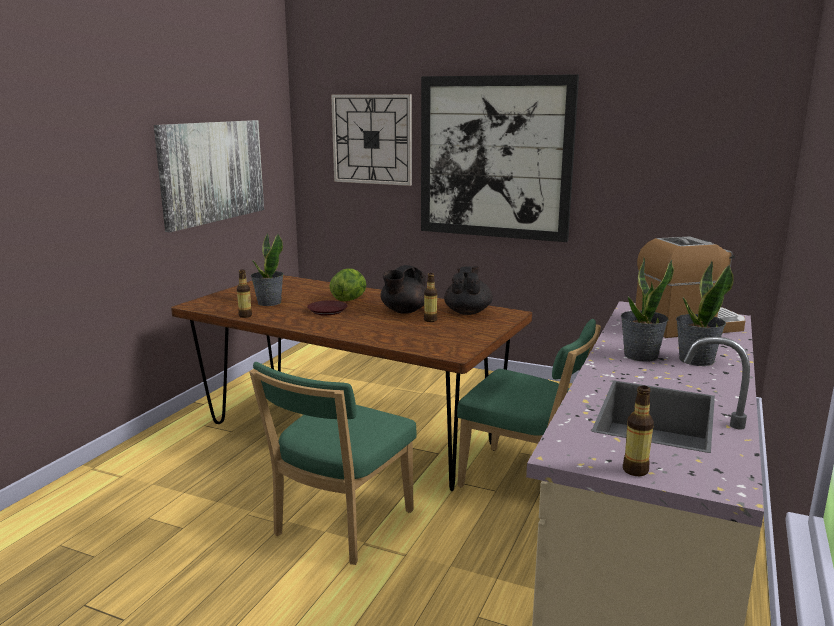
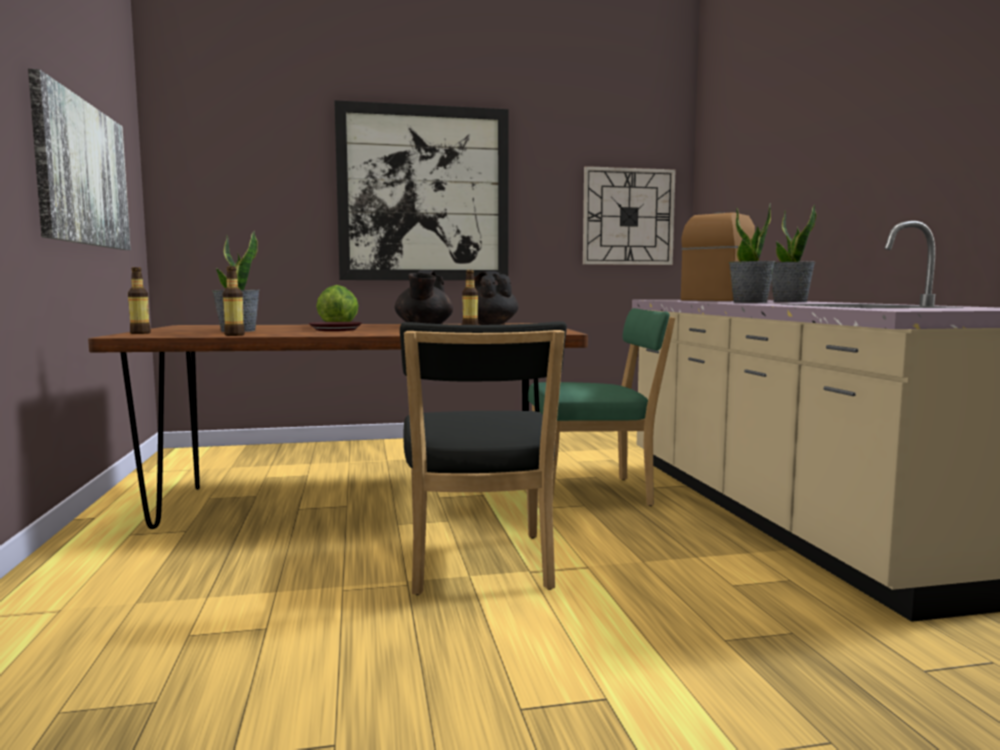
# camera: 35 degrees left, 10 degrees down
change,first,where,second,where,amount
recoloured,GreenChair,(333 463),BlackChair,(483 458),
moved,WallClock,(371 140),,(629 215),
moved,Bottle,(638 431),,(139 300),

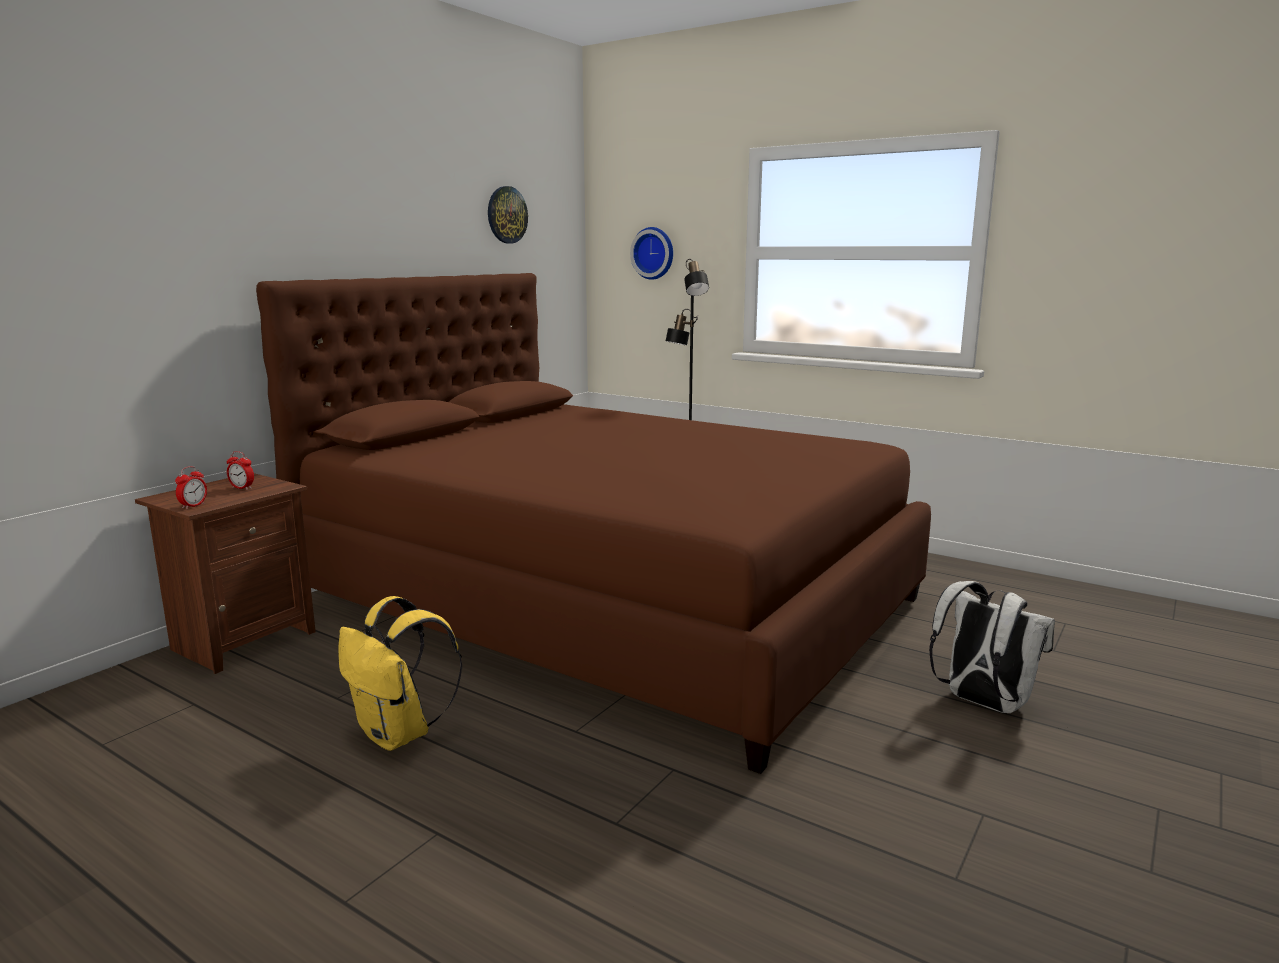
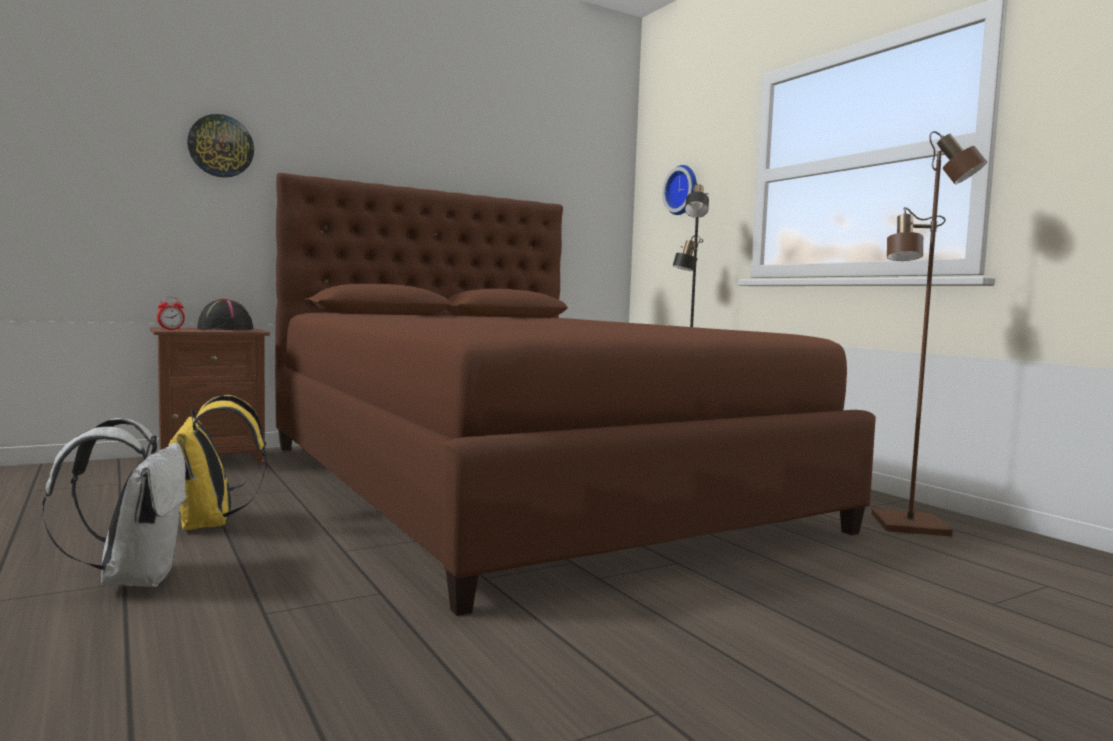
# camera: 25 degrees right, 10 degrees down
change,first,where,second,where,amount
replaced,AlarmClock,(240 470),BlackHat,(225 314),
moved,WallClock,(508 214),,(220 146),
moved,WhiteBackpack,(992 647),,(115 502),
added,,,BrownFloorLamp,(929 334),

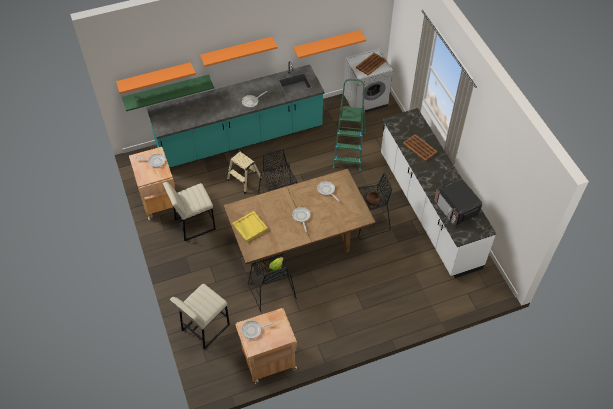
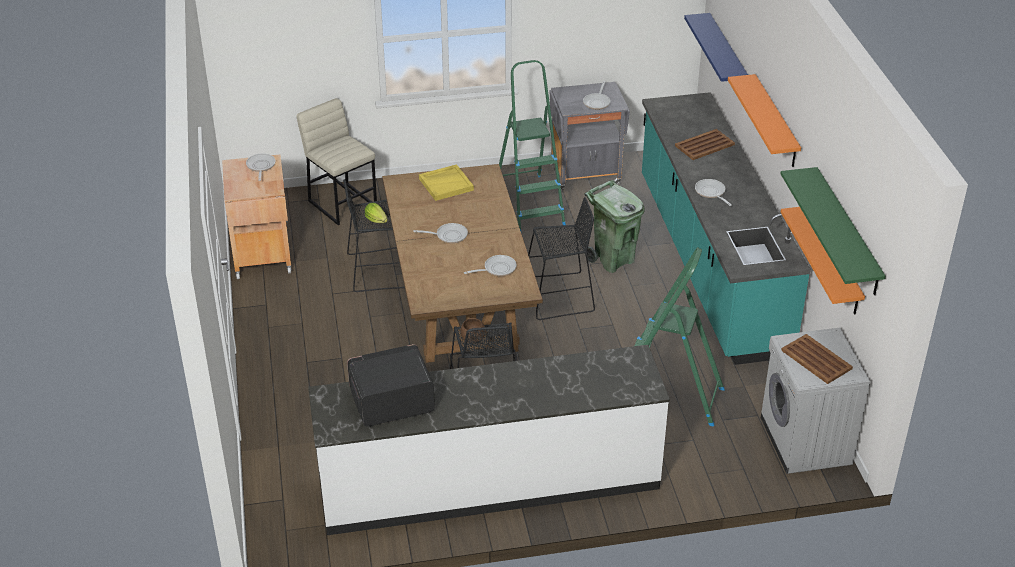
# camera: 100 degrees right, 15 degrees down
change,first,where,second,where,amount
recoloured,OrangeShelf,(156 78),BlueShelf,(716 47),
moved,GreenShelf,(168 92),,(833 231),
recoloured,BrownCart,(152 183),GreyCart,(589 136),
replaced,BeigeChair,(189 211),GreenStepLadder,(532 145),
replaced,BeigeStepLadder,(244 172),GreenTrashCan,(614 226),
moved,BrownTray,(420 148),,(705 144),

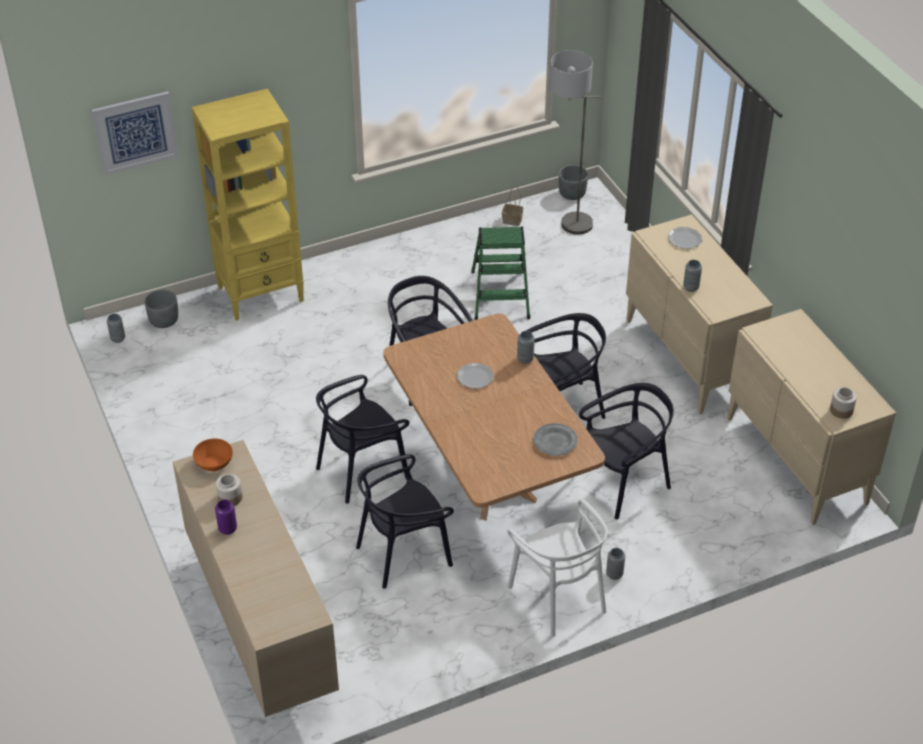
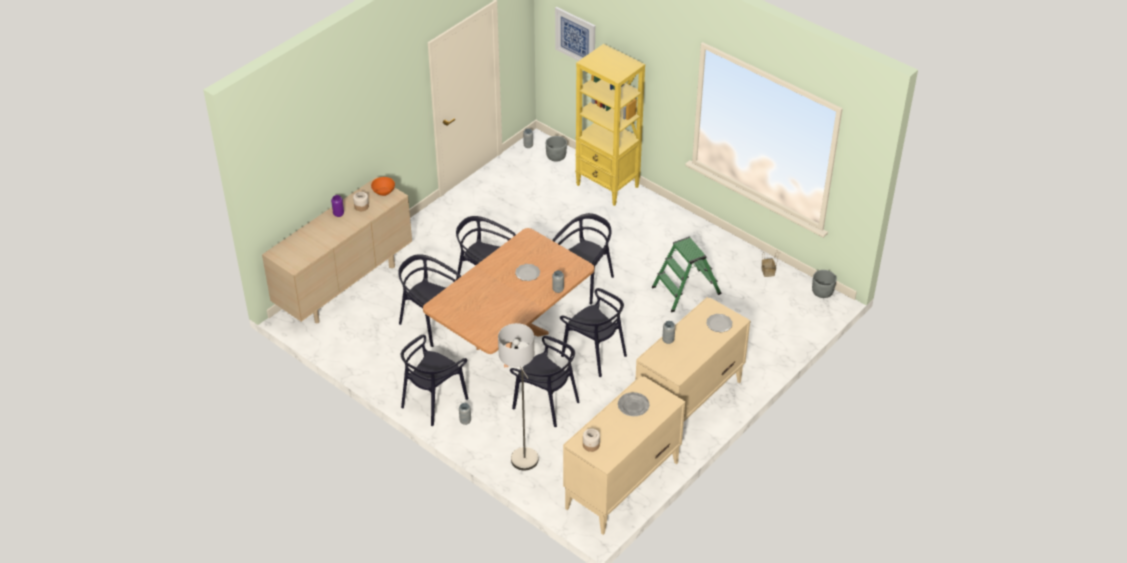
# camera: 65 degrees right, 0 degrees up
change,first,where,second,where,amount
recoloured,WhiteChair,(557 568),BlackChair,(435 380),
moved,GreyPlate,(555 439),,(633 404),
moved,GreyFloorLamp,(575 142),,(518 397),

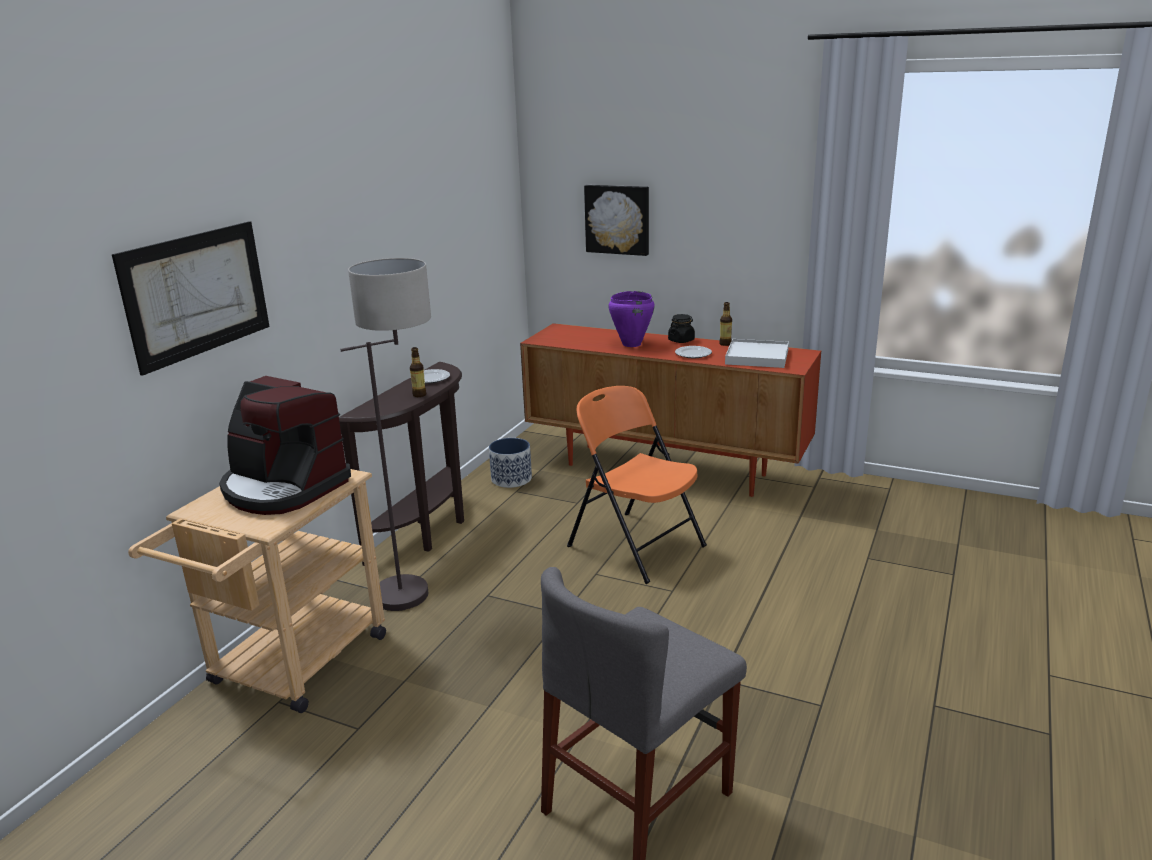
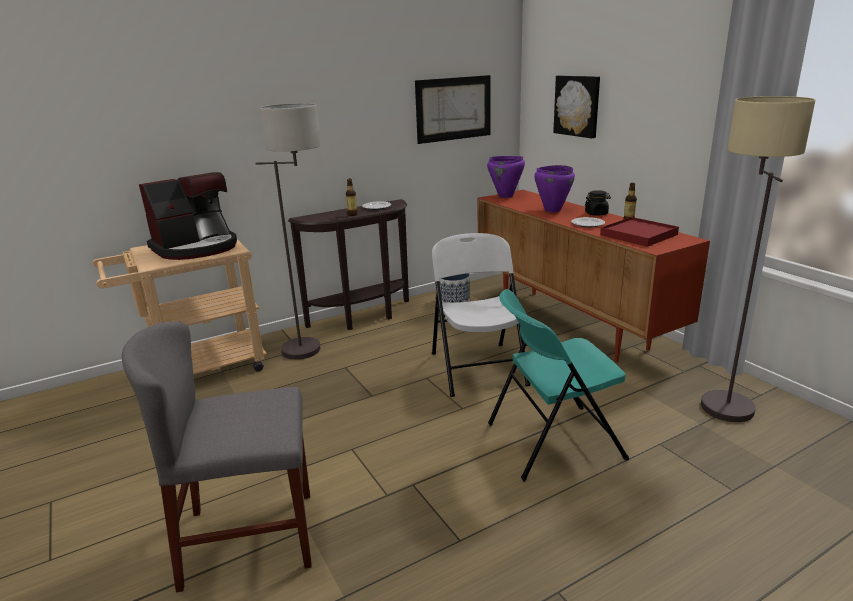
# camera: 35 degrees right, 0 degrees up
change,first,where,second,where,amount
moved,Picture,(191 298),,(453 109),
turned,CoffeeMachine,(285 445),,(188 216),105 degrees counterclockwise
recoloured,OrangeChair,(637 485),WhiteChair,(481 315),
recoloured,WhiteTray,(757 353),RedTray,(639 232),
added,,,PurpleCookingPot,(506 177),
added,,,TurquoiseChair,(558 385),
added,,,BeigeFloorLamp,(758 259),

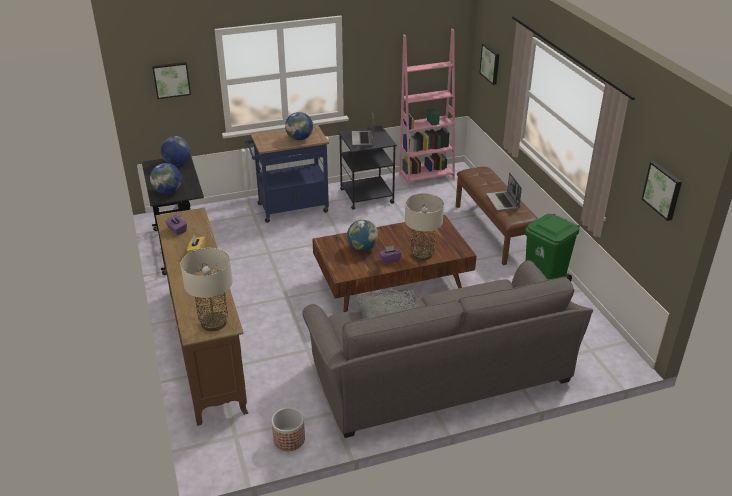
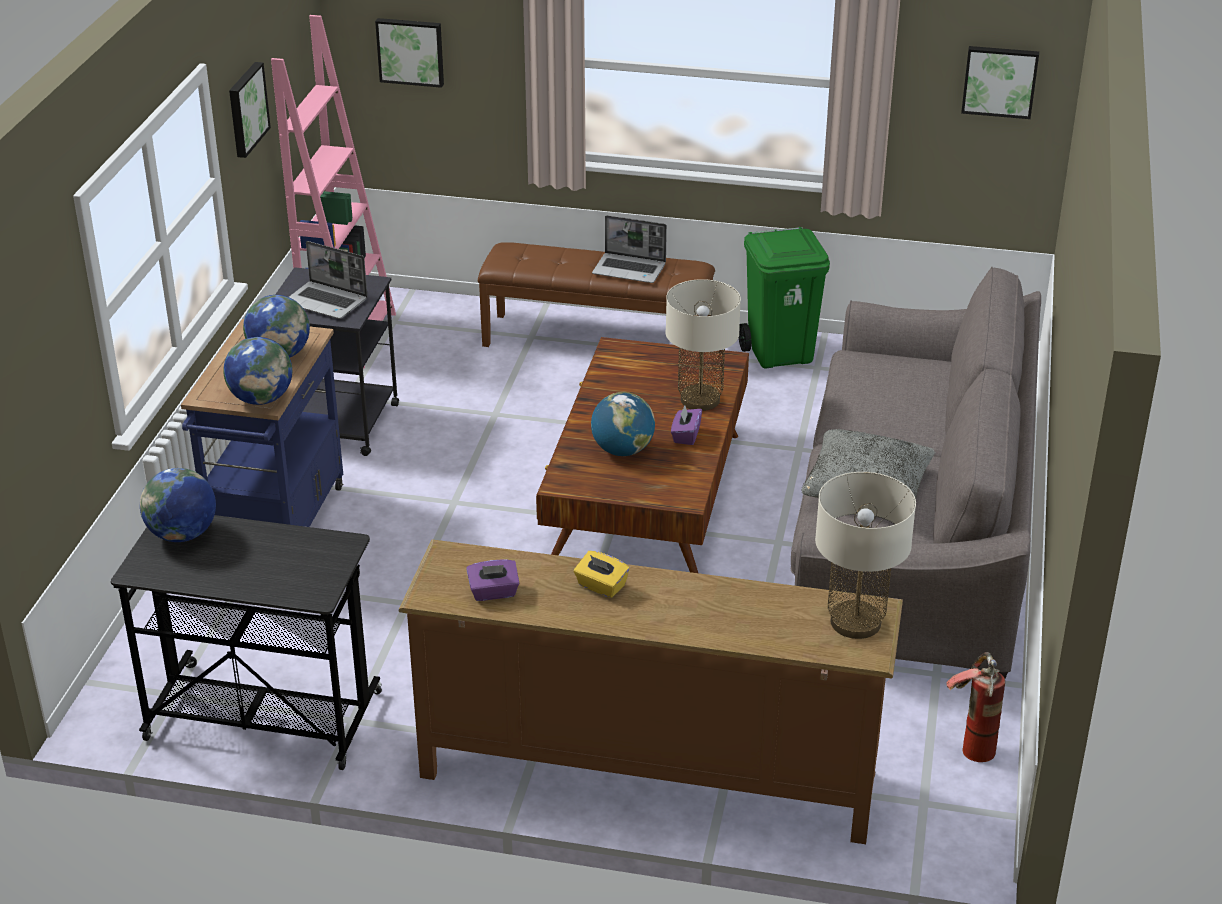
# camera: 60 degrees left, 0 degrees up
change,first,where,second,where,amount
moved,Globe,(166 178),,(257 371),
moved,Picture,(171 80),,(250 110),
replaced,Planter,(288 429),FireExtinguisher,(975 707),

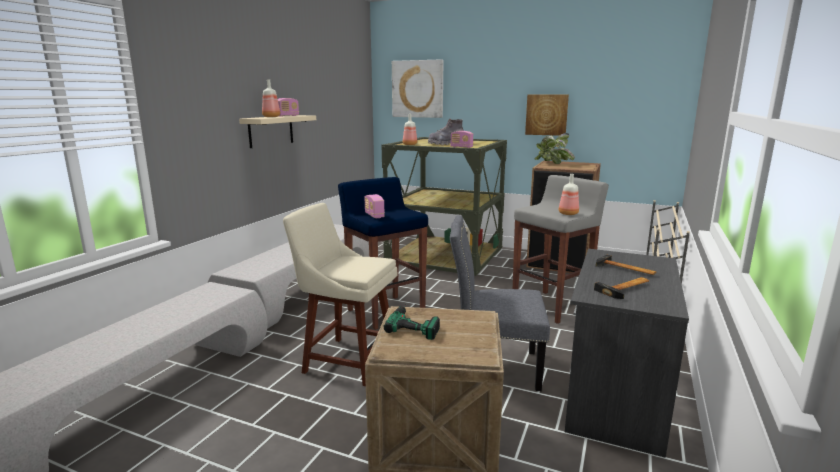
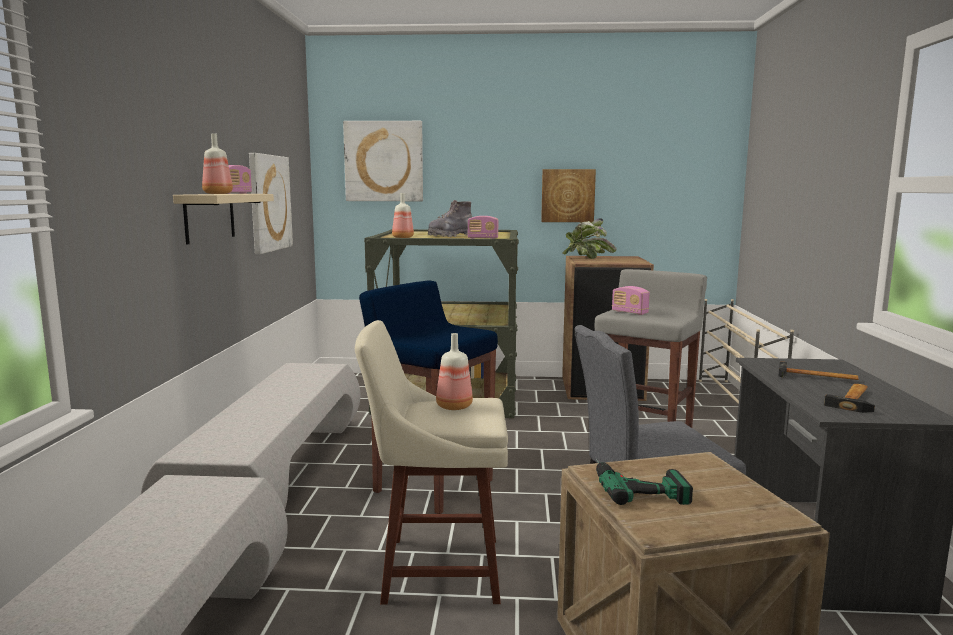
# camera: 20 degrees left, 5 degrees down
change,first,where,second,where,amount
moved,Radio,(375 206),,(631 300),
moved,Bottle,(569 194),,(454 371),
added,,,Picture,(271 203),

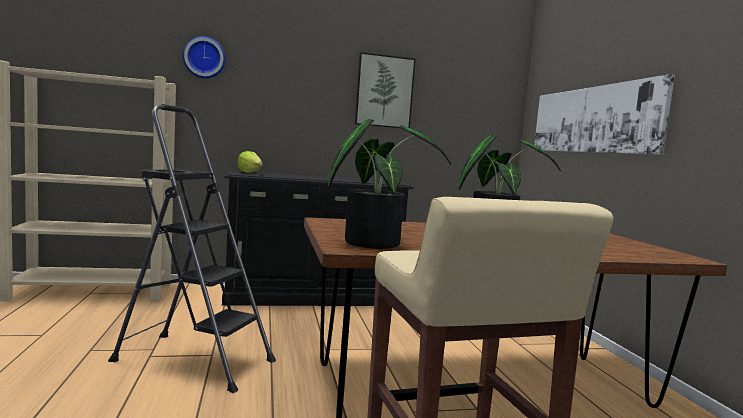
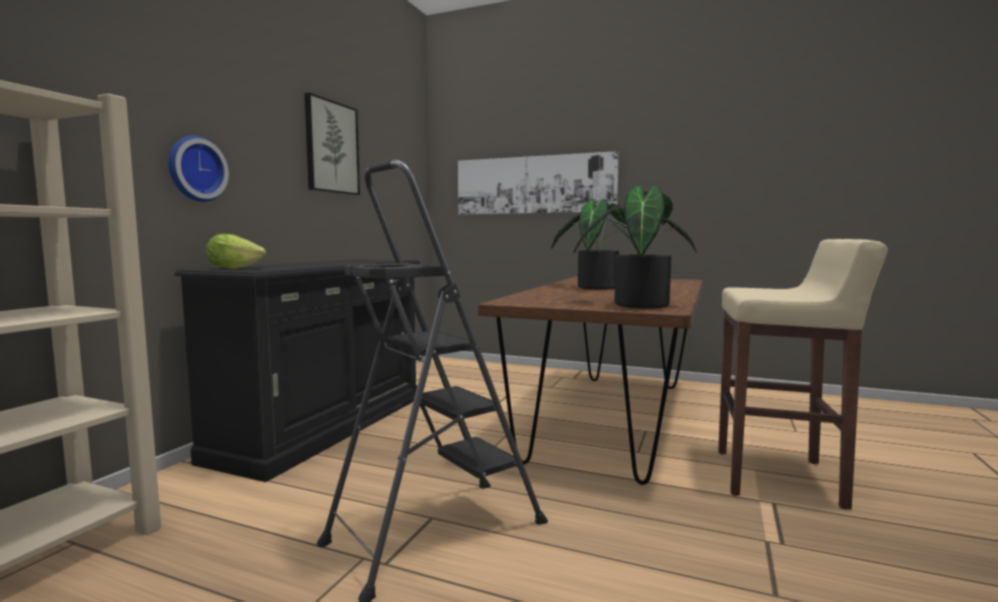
# camera: 55 degrees left, 0 degrees up
change,first,where,second,where,amount
moved,WallClock,(204 57),,(198 169),

